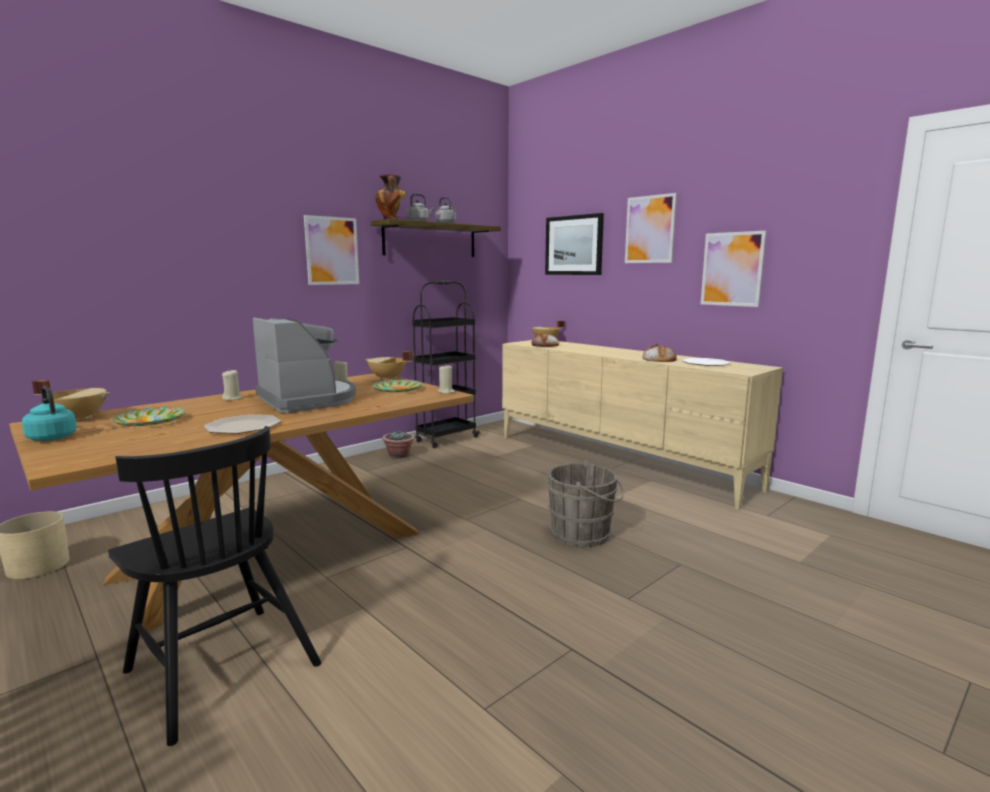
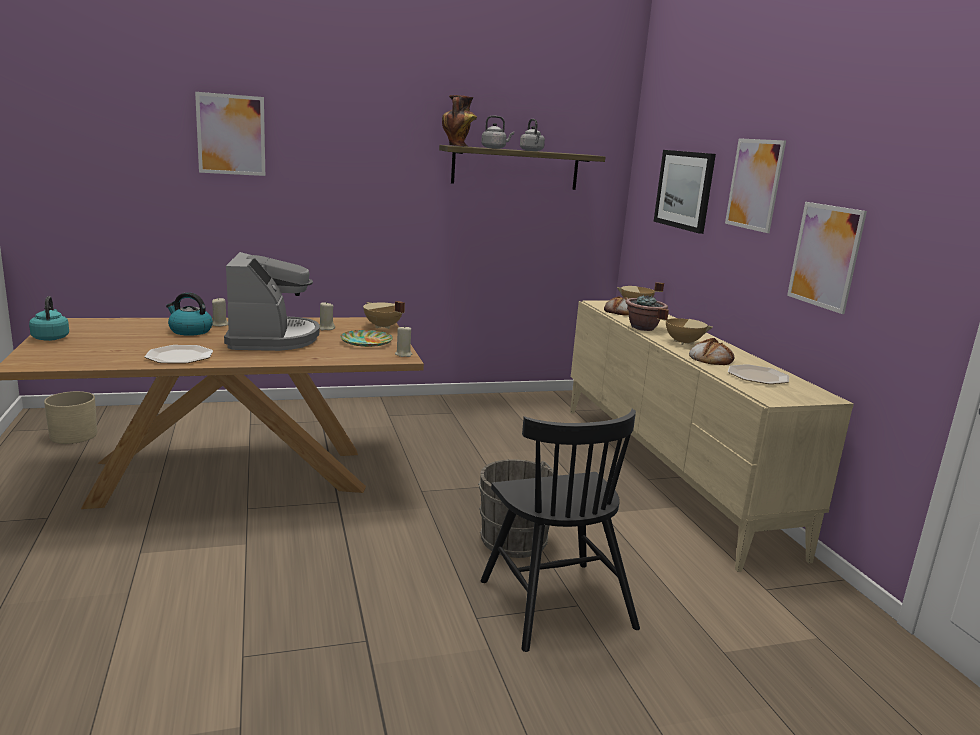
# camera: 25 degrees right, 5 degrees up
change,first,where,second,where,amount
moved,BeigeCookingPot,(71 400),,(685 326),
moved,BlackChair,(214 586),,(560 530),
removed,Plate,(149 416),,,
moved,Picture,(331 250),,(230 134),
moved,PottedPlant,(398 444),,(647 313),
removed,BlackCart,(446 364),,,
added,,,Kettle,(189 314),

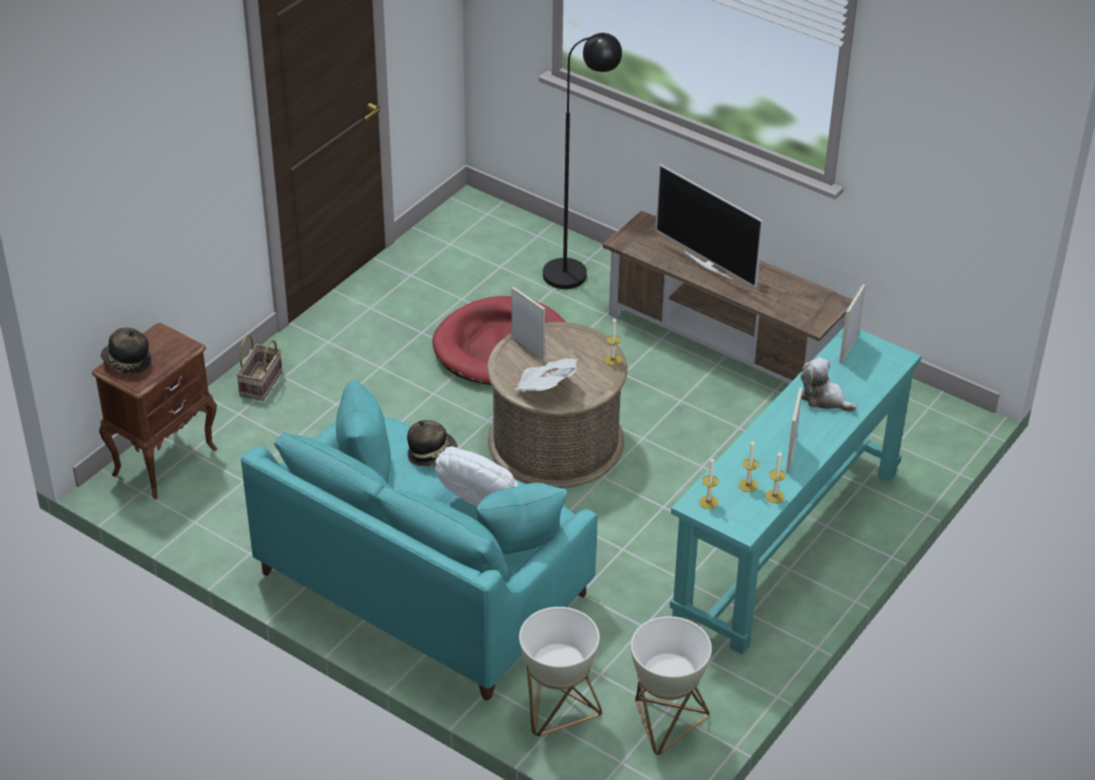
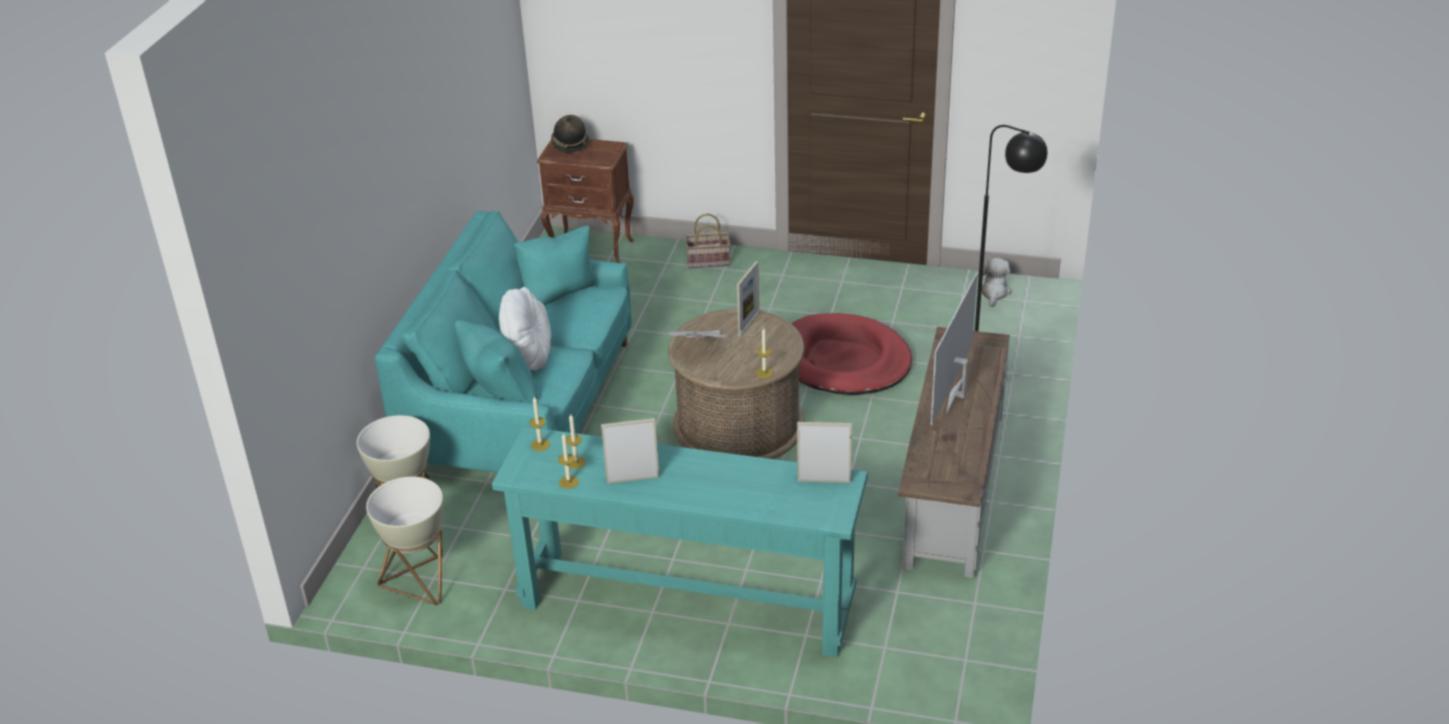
# camera: 70 degrees right, 5 degrees down
change,first,where,second,where,amount
removed,Hat,(432 443),,,
moved,PlushToy,(829 384),,(996 282),

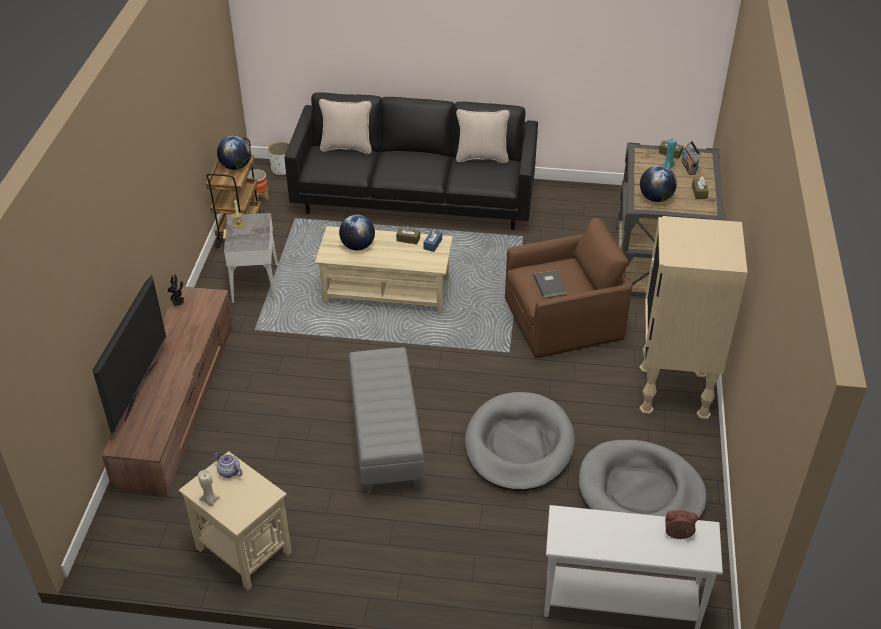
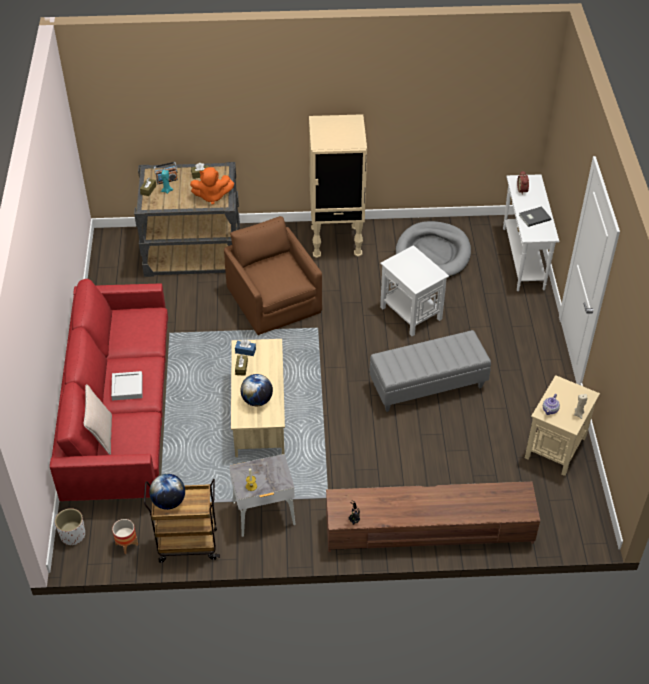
# camera: 100 degrees left, 5 degrees up
change,first,where,second,where,amount
removed,Television,(129 355),,,
recoloured,BlackSofa,(411 161),RedSofa,(109 390),
removed,BeigePillow,(483 136),,,
replaced,GreyDogBed,(520 441),WhiteSideTable,(414 290),
moved,GreyBook,(550 284),,(535 216),
replaced,Globe,(658 183),OrangePlushToy,(212 186),
added,,,GreyTray,(127 385),

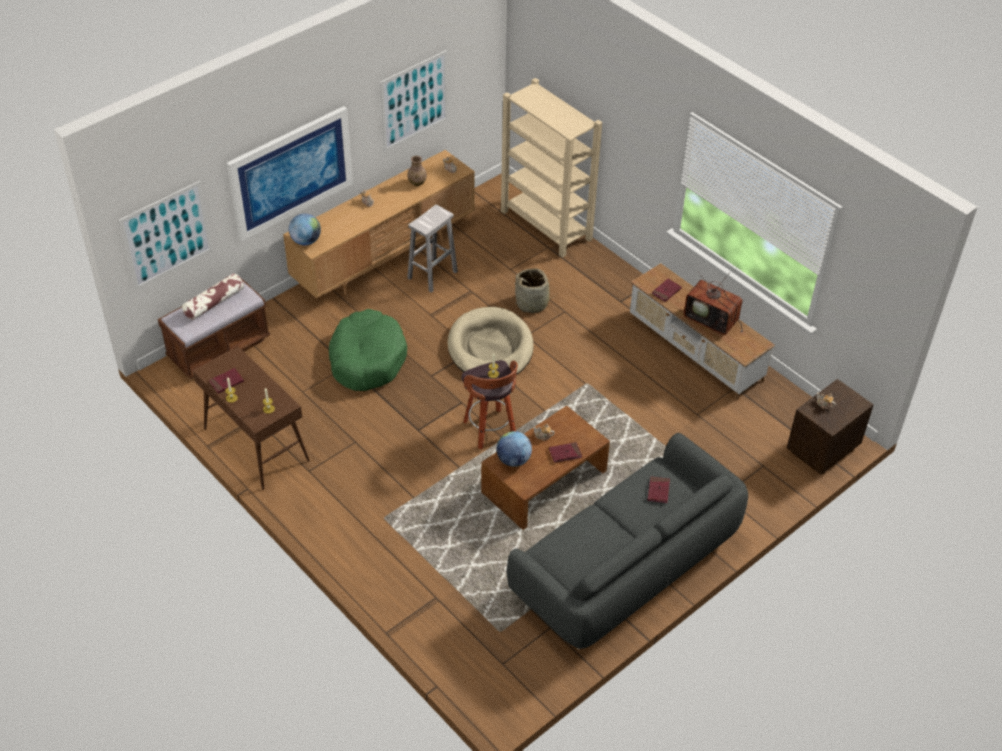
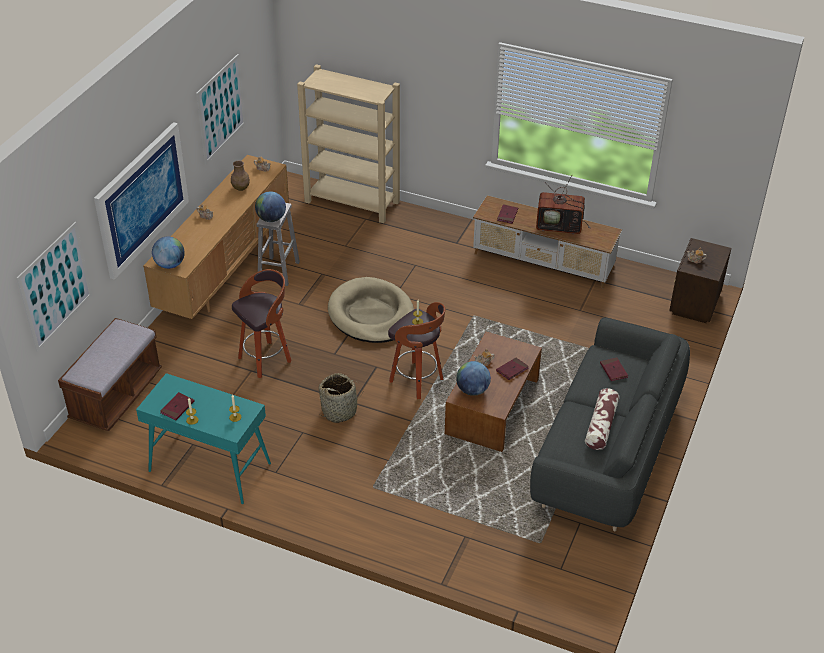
# camera: 25 degrees left, 5 degrees down
change,first,where,second,where,amount
moved,Pillow,(213 296),,(602 419),
recoloured,BrownConsoleTable,(251 418),TurquoiseConsoleTable,(203 438),
replaced,GreenDogBed,(368 350),Stool,(261 323),
moved,Basket,(534 290),,(340 398),
added,,,Globe,(270 206),

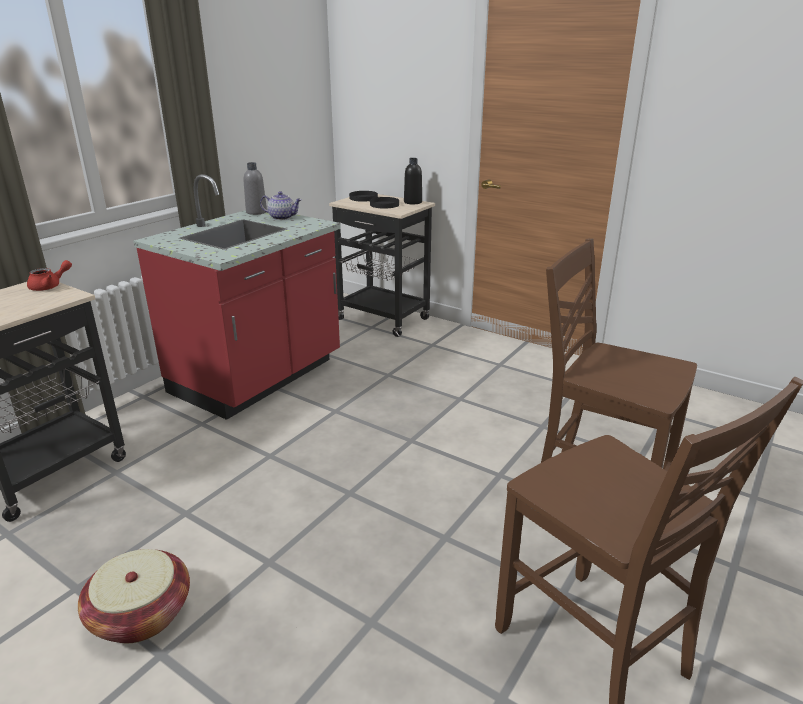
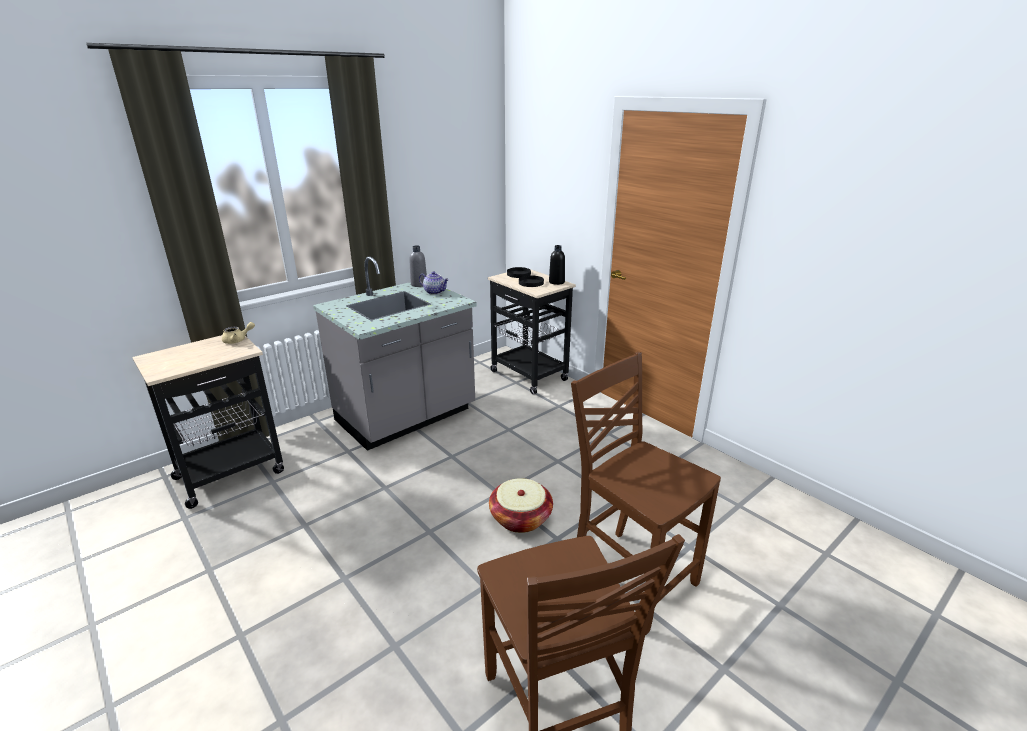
# camera: 15 degrees right, 0 degrees up
change,first,where,second,where,amount
recoloured,RedTeapot,(49 275),BeigeTeapot,(238 333),
moved,Basket,(134 596),,(521 505),
recoloured,RedCounter,(237 297),GreyCounter,(395 354),

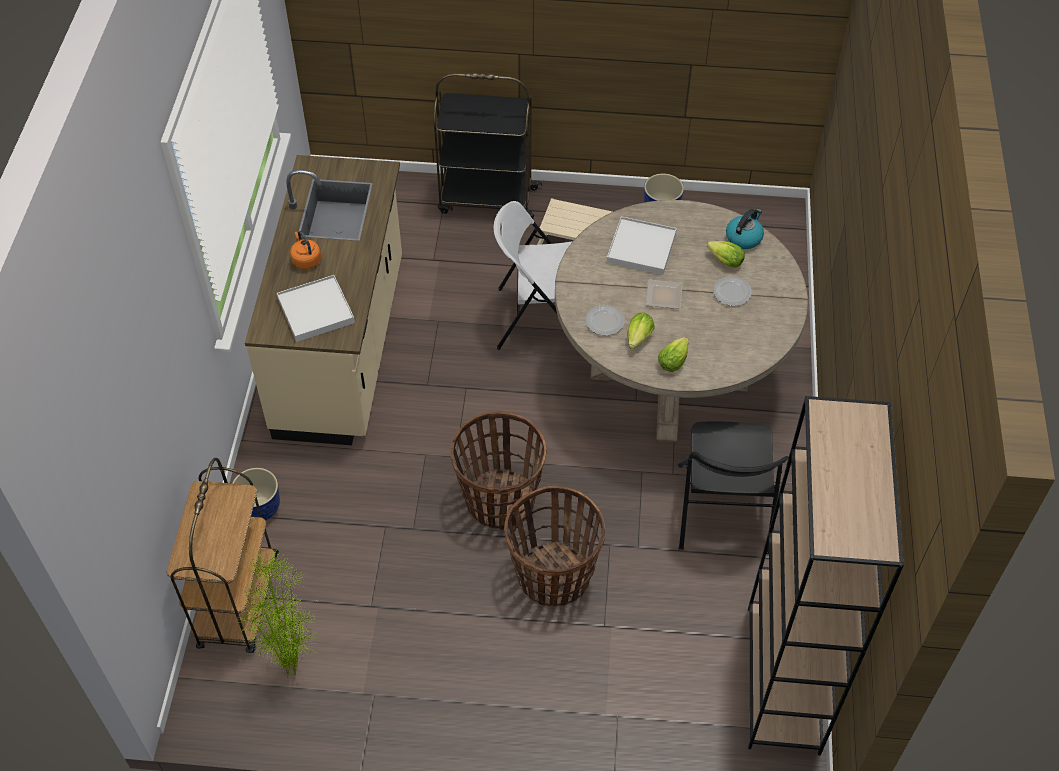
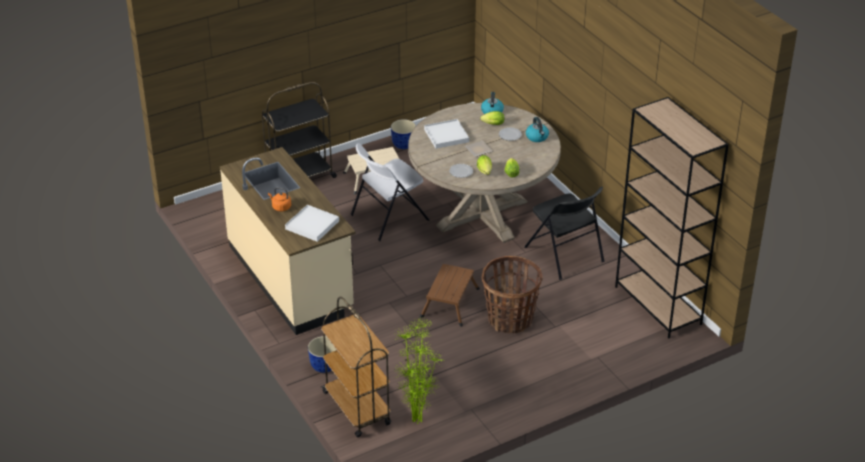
# camera: 35 degrees left, 15 degrees down
change,first,where,second,where,amount
replaced,Basket,(498 470),BrownStepLadder,(450 295),
added,,,Kettle,(537 129),

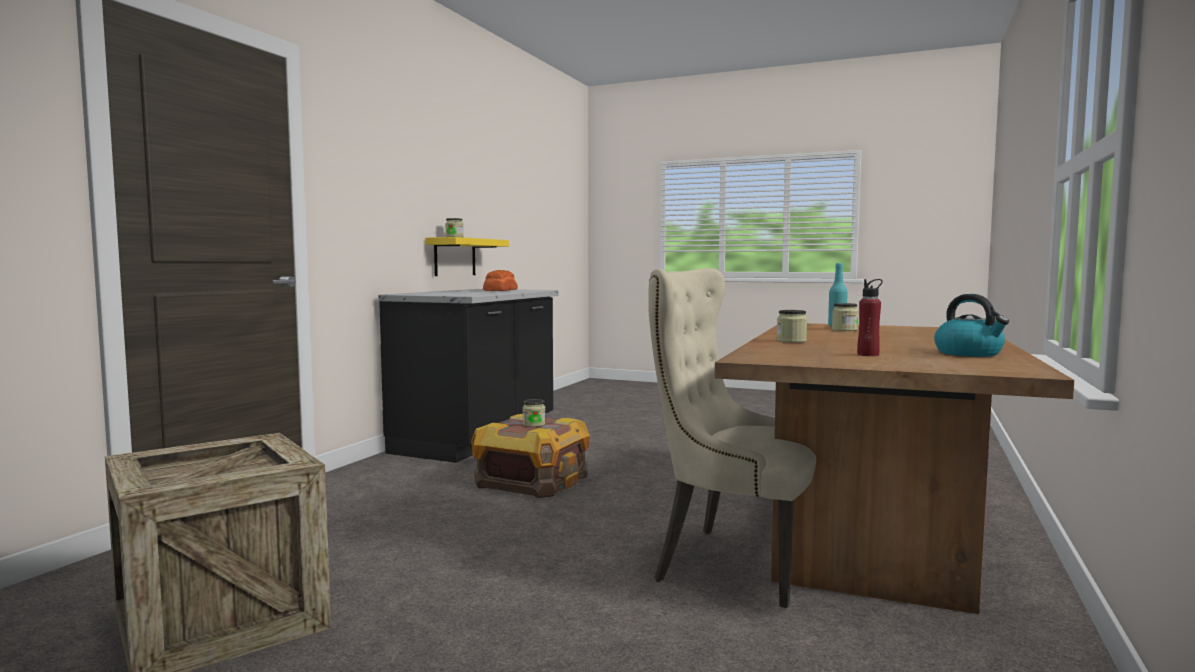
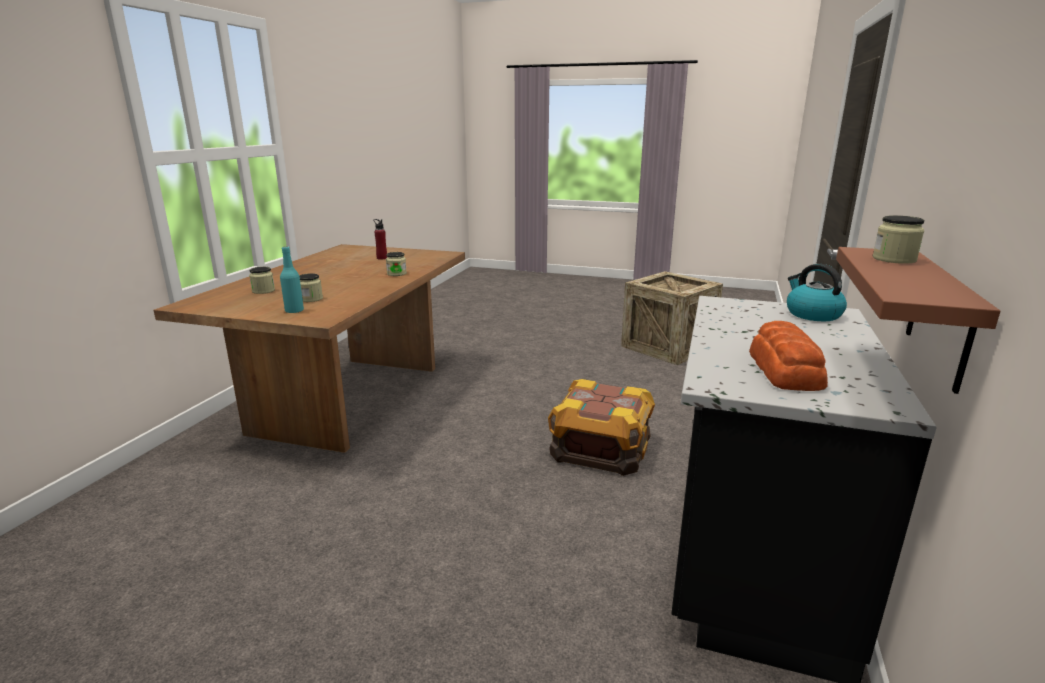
# camera: 175 degrees right, 15 degrees up
change,first,where,second,where,amount
recoloured,YellowShelf,(467 256),BrownShelf,(918 320),
moved,Jar,(534 413),,(262 280),
removed,BeigeChair,(732 438),,,
moved,Kettle,(971 325),,(817 292),

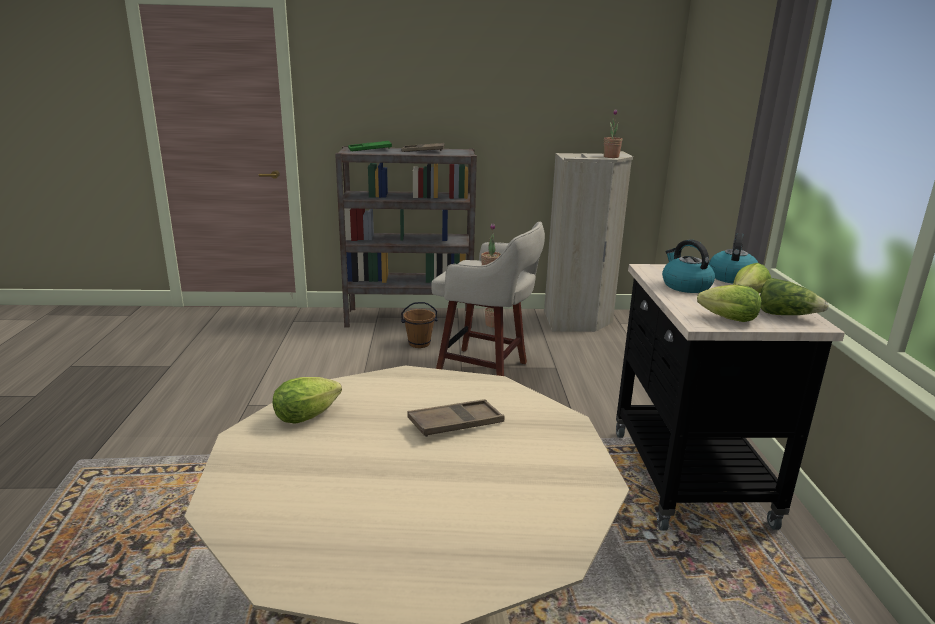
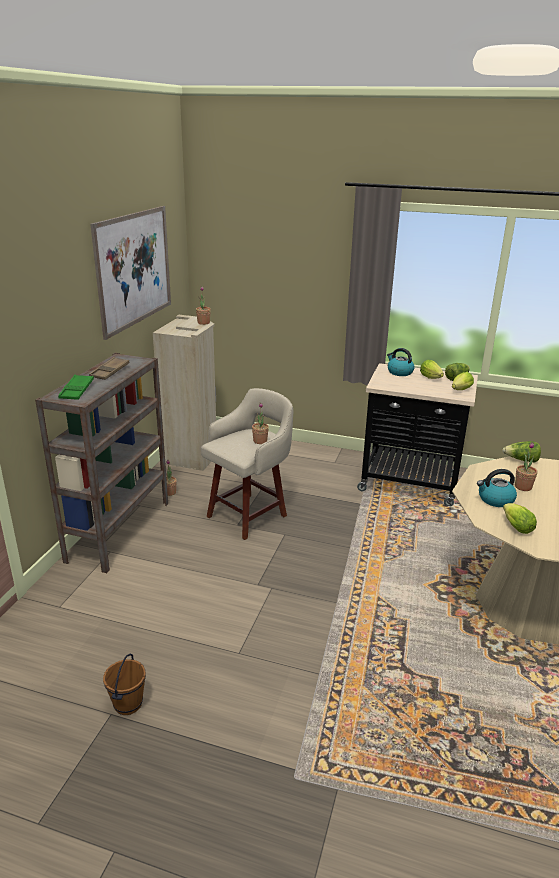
# camera: 70 degrees left, 5 degrees up
change,first,where,second,where,amount
moved,BrownBucket,(419 325),,(124 684),
replaced,BrownTray,(456 418),PottedPlant,(526 466),
moved,Kettle,(688 266),,(497 488),
added,,,Picture,(130 273),
added,,,Lettuce,(521 452),

